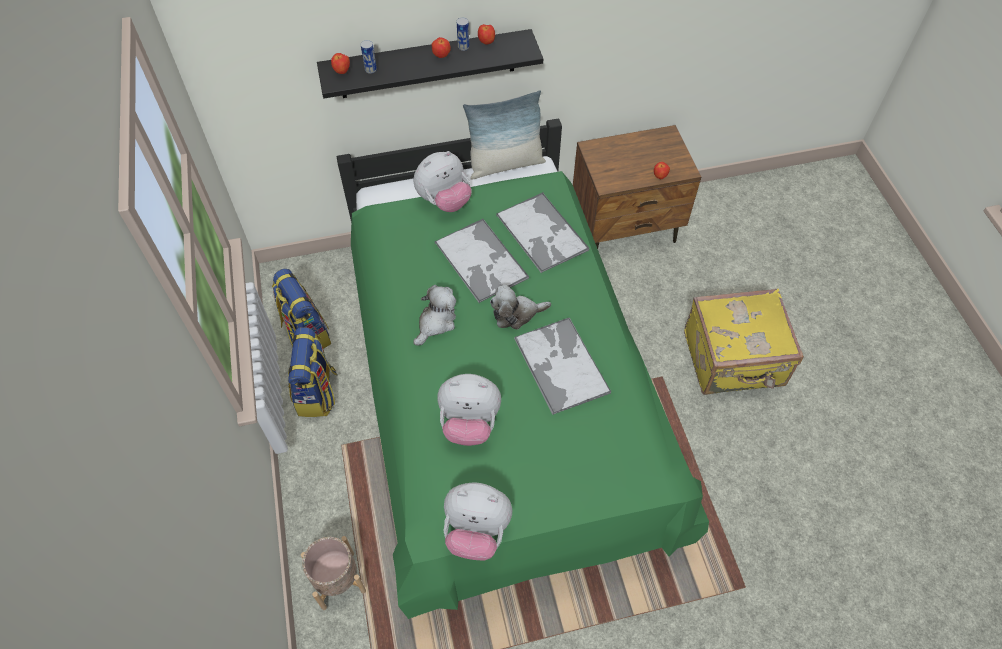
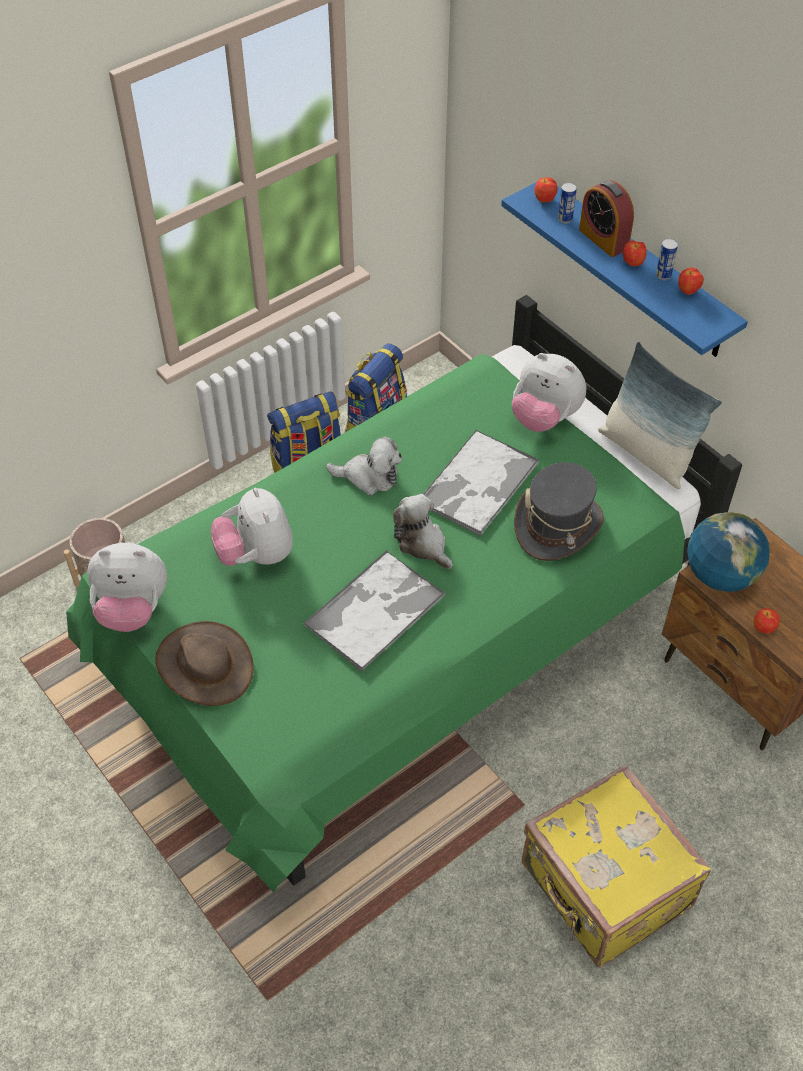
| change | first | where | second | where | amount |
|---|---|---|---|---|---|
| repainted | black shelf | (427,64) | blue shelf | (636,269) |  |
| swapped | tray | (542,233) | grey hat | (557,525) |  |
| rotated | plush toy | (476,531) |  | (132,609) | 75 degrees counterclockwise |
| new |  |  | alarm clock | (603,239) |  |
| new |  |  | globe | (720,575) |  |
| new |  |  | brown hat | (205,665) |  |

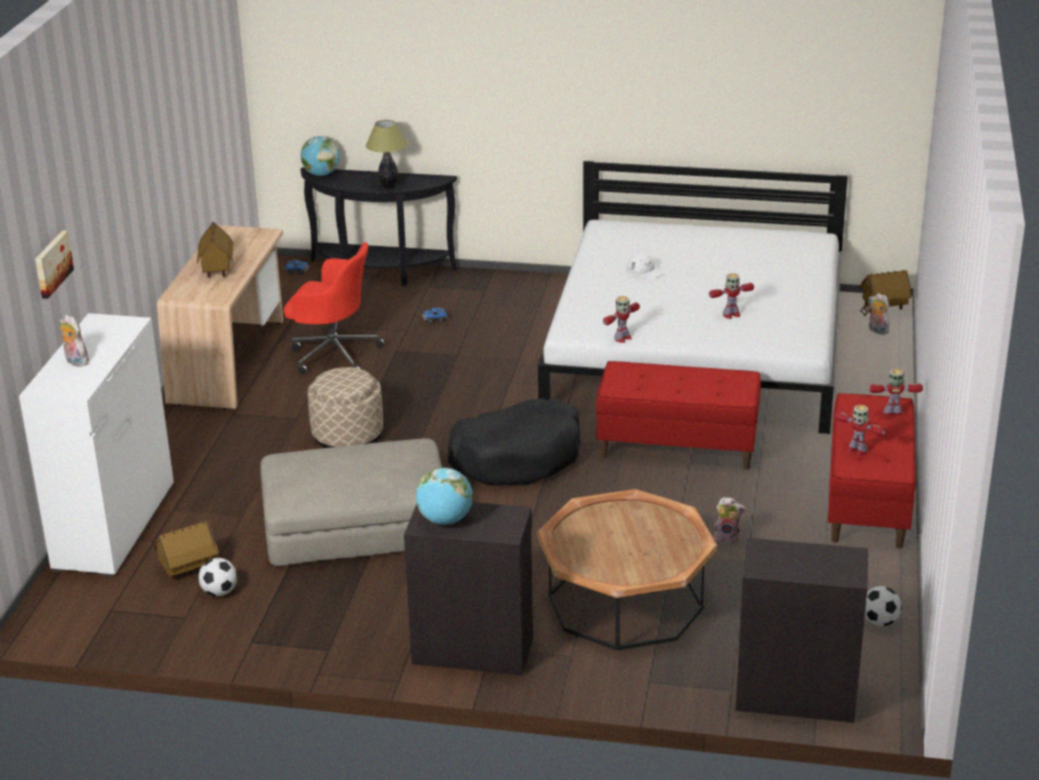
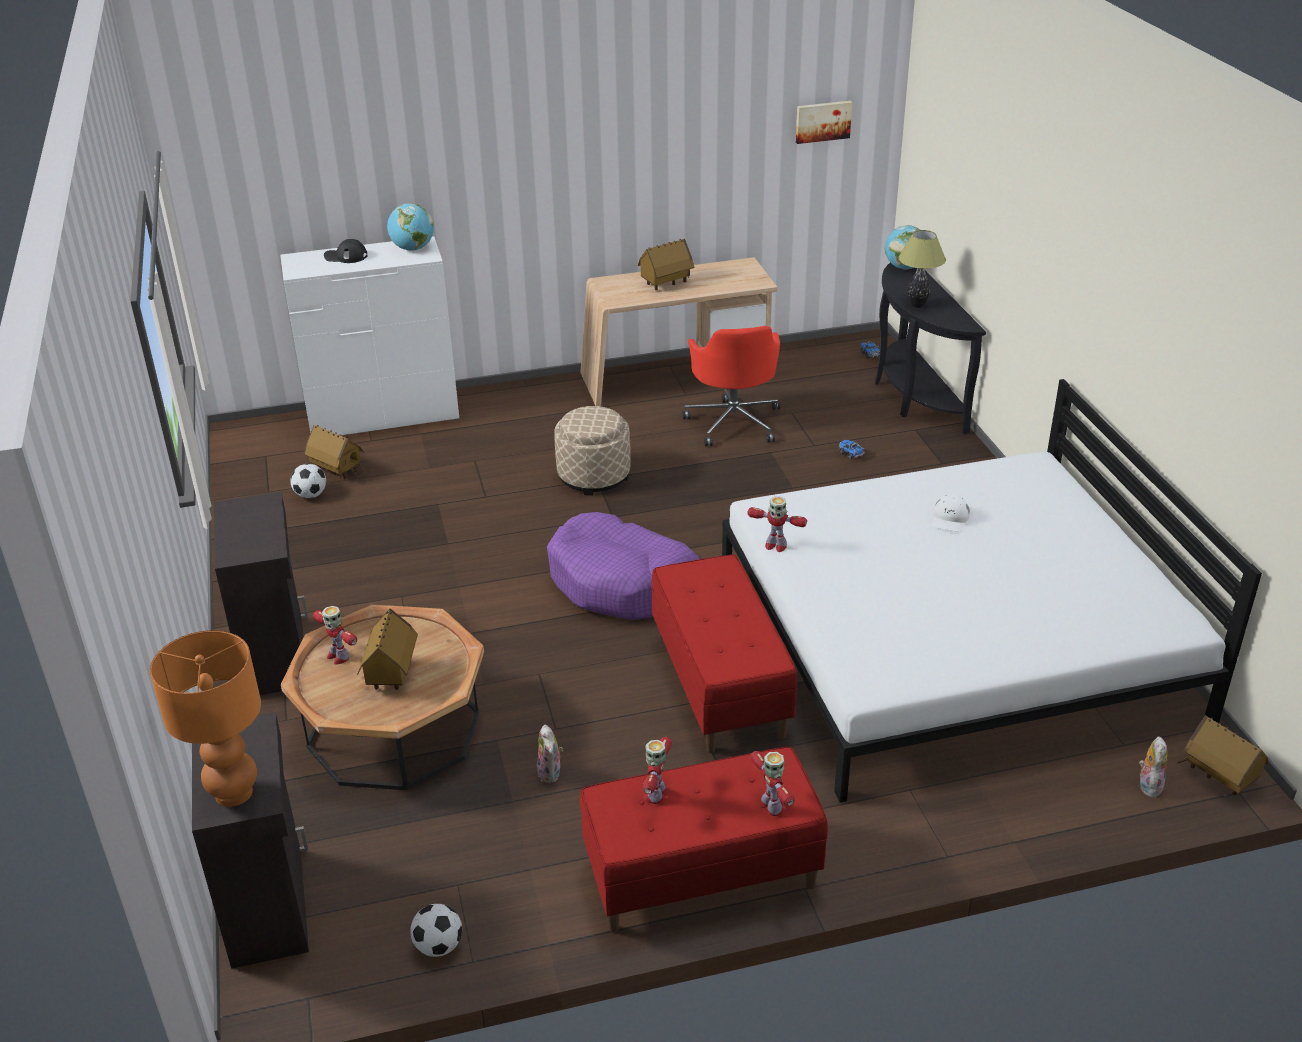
| change | first | where | second | where | amount |
|---|---|---|---|---|---|
| shifted | picture | (52,264) |  | (822,121) |  |
| shifted | toy robot | (731,315) |  | (338,656) |  |
| swapped | plush toy | (75,362) | black cap | (345,256) |  |
| repainted | black dog bed | (517,457) | purple dog bed | (622,583) |  |
| gone | beige ottoman | (356,523) |  |  |  |
| shifted | globe | (445,520) |  | (412,249) |  |
| new |  |  | toy house | (390,674) |  |
| new |  |  | orange table lamp | (233,793) |  |

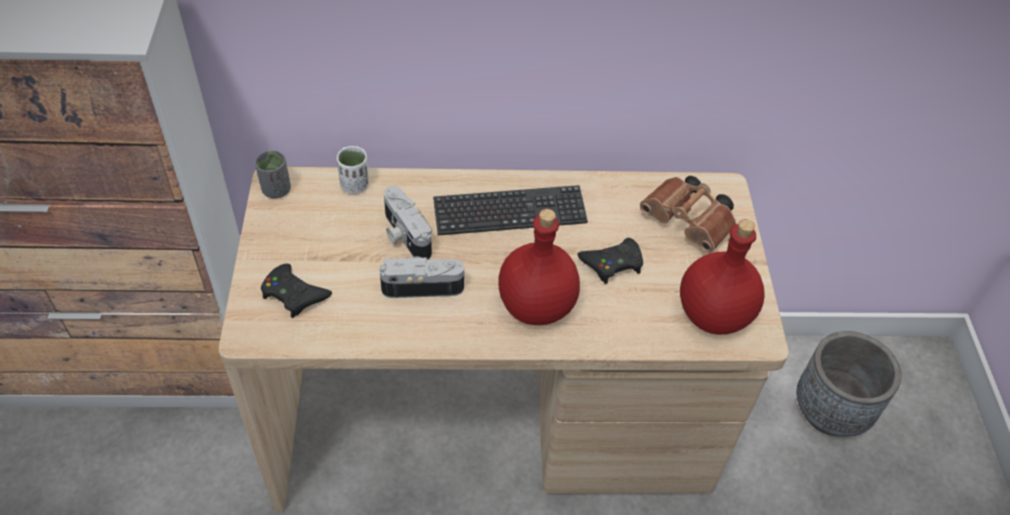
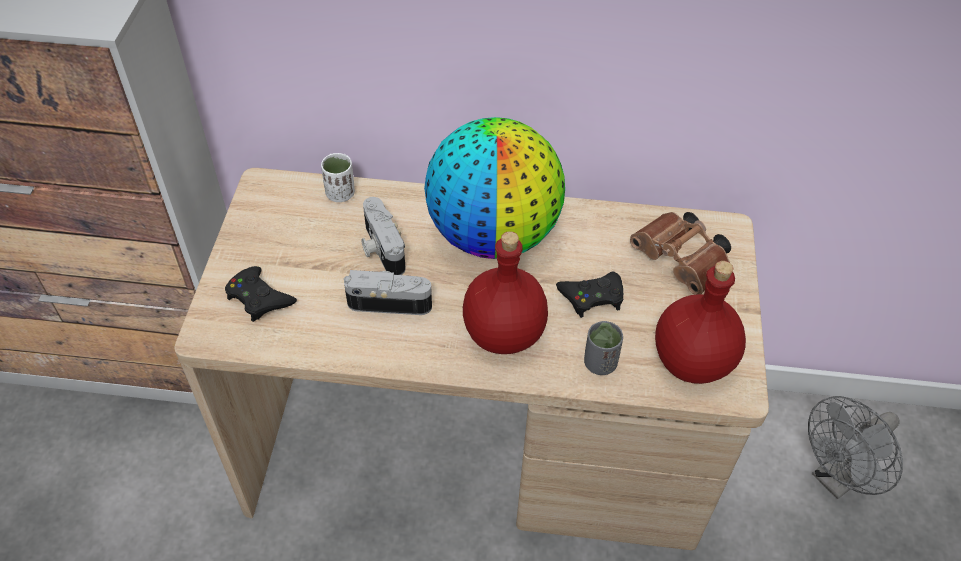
| change | first | where | second | where | amount |
|---|---|---|---|---|---|
| shifted | grey cup | (276,190) |  | (600,363) |  |
| swapped | keyboard | (509,213) | globe | (493,235) |  |
| swapped | grey planter | (830,411) | grey fan | (837,478) |  |

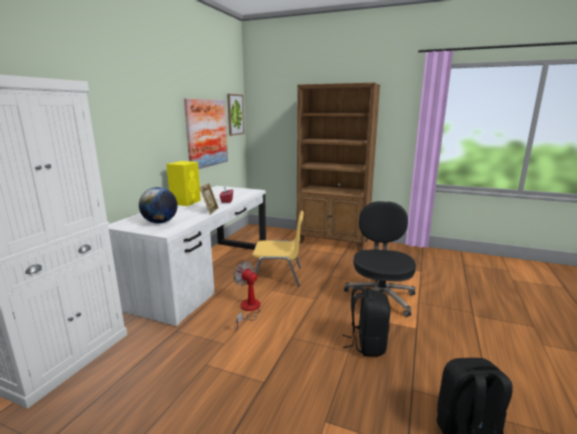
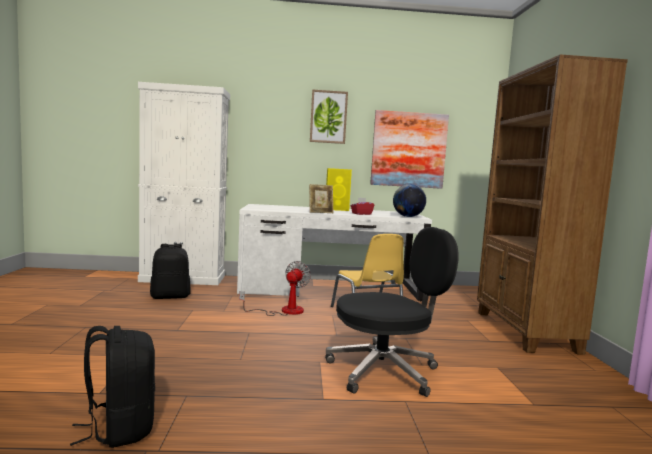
| change | first | where | second | where | amount |
|---|---|---|---|---|---|
| shifted | picture | (235,114) |  | (328,117) |  |
| shifted | globe | (160,222) |  | (408,216) |  |
| shifted | black backpack | (366,344) |  | (170,296) |  |

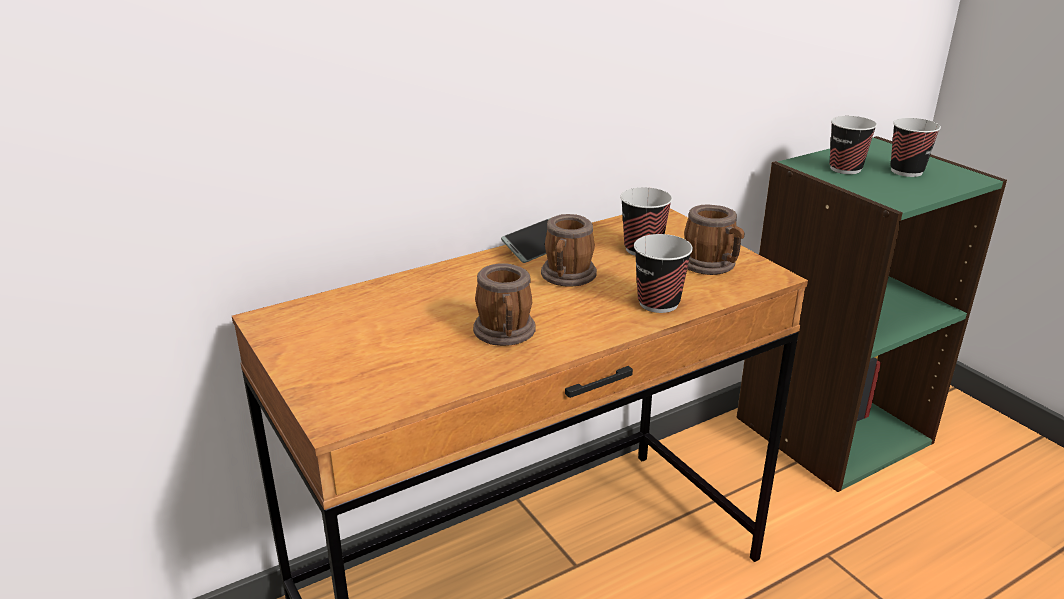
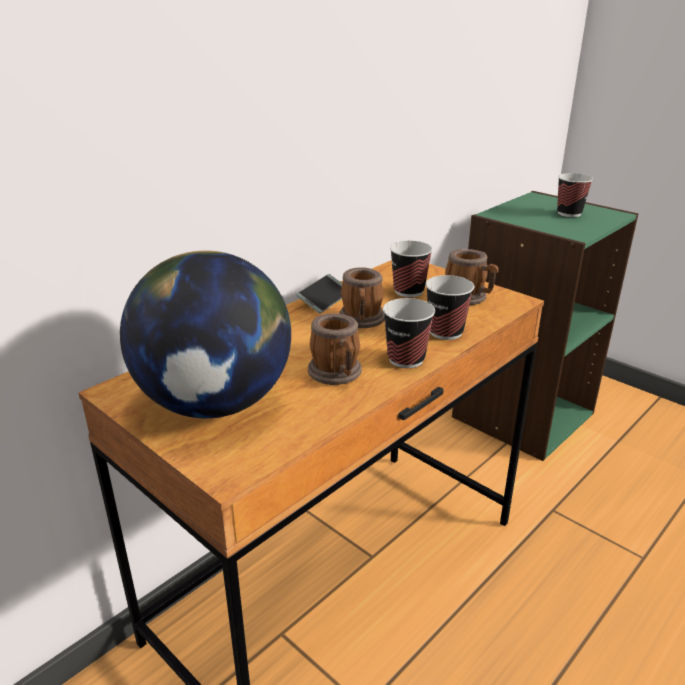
| change | first | where | second | where | amount |
|---|---|---|---|---|---|
| shifted | cup | (845,169) |  | (406,359) |  |
| new |  |  | globe | (215,404) |  |

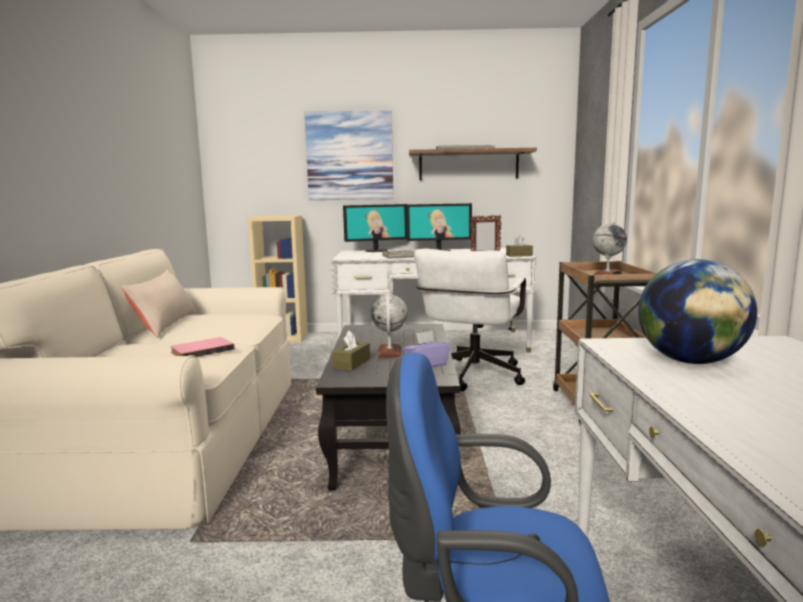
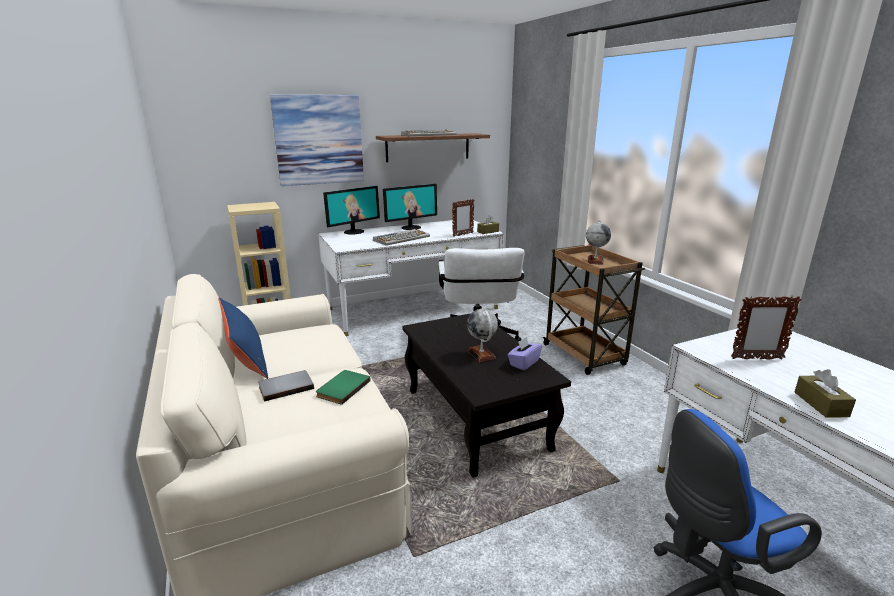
| change | first | where | second | where | amount |
|---|---|---|---|---|---|
| swapped | globe | (690,361) | picture frame | (756,359) |  |
| repainted | beige pillow | (165,324) | blue pillow | (245,357) |  |
| shifted | brown tissue box | (351,363) |  | (821,404) |  |
| repainted | pink book | (201,350) | green book | (342,388) |  |
| new |  |  | grey book | (285,386) |  |

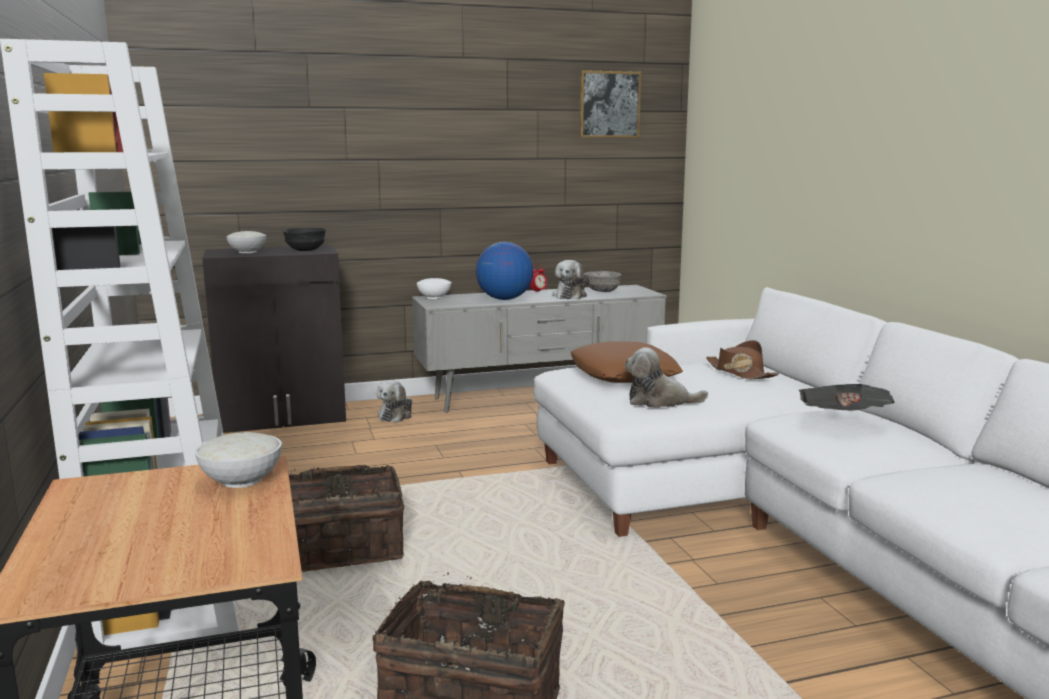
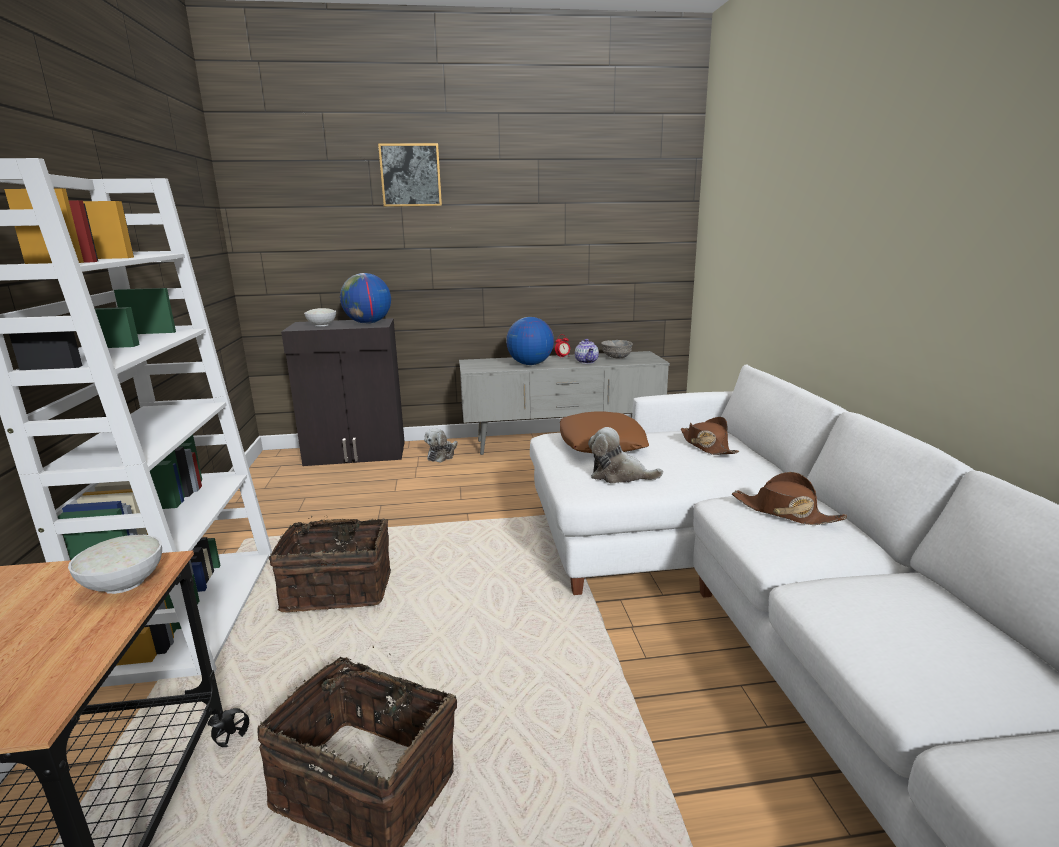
| change | first | where | second | where | amount |
|---|---|---|---|---|---|
| shifted | picture | (609,104) |  | (410,175) |  |
| swapped | black bowl | (306,250) | globe | (368,323) |  |
| swapped | plush toy | (570,296) | teapot | (587,362) |  |
| gone | white bowl | (435,297) |  |  |  |
| swapped | newspaper | (843,422) | brown hat | (784,512) |  |

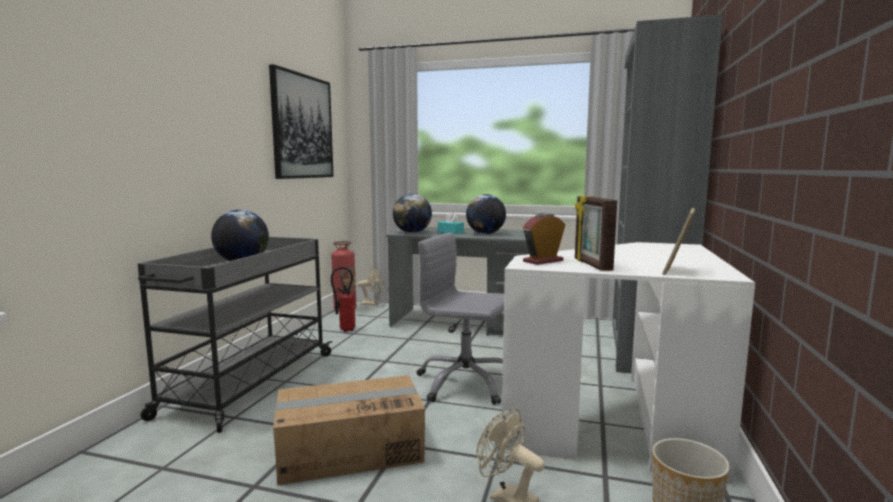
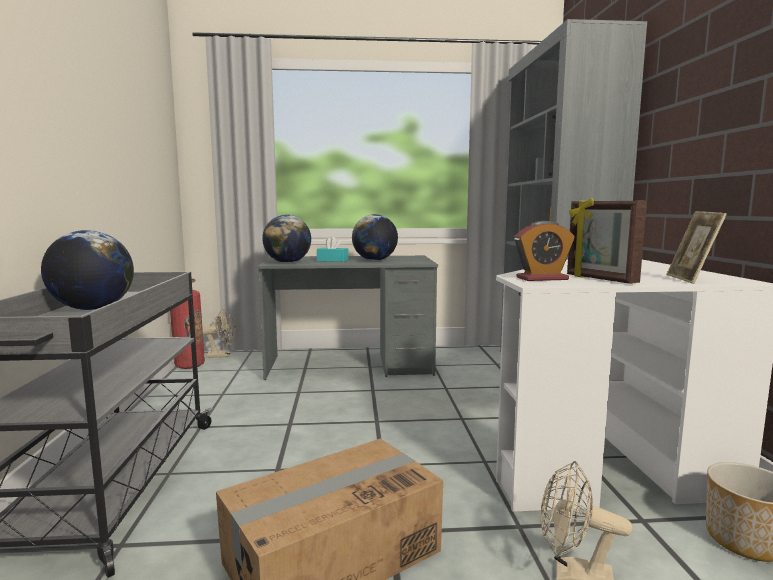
| change | first | where | second | where | amount |
|---|---|---|---|---|---|
| gone | picture | (302,127) |  |  |  |
| rotated | alarm clock | (543,261) |  | (542,278) | 135 degrees counterclockwise |
| gone | grey office chair | (465,383) |  |  |  |
| gone | fire extinguisher | (344,330) |  |  |  |

